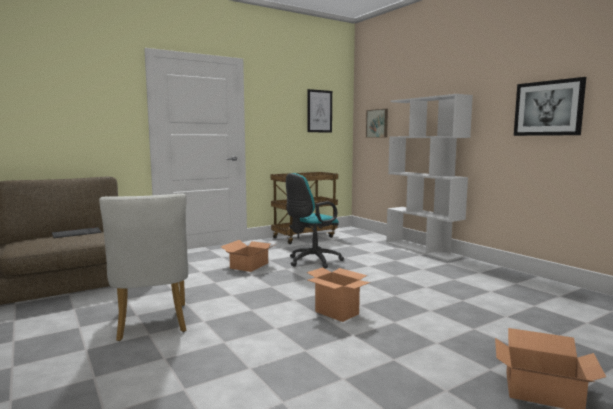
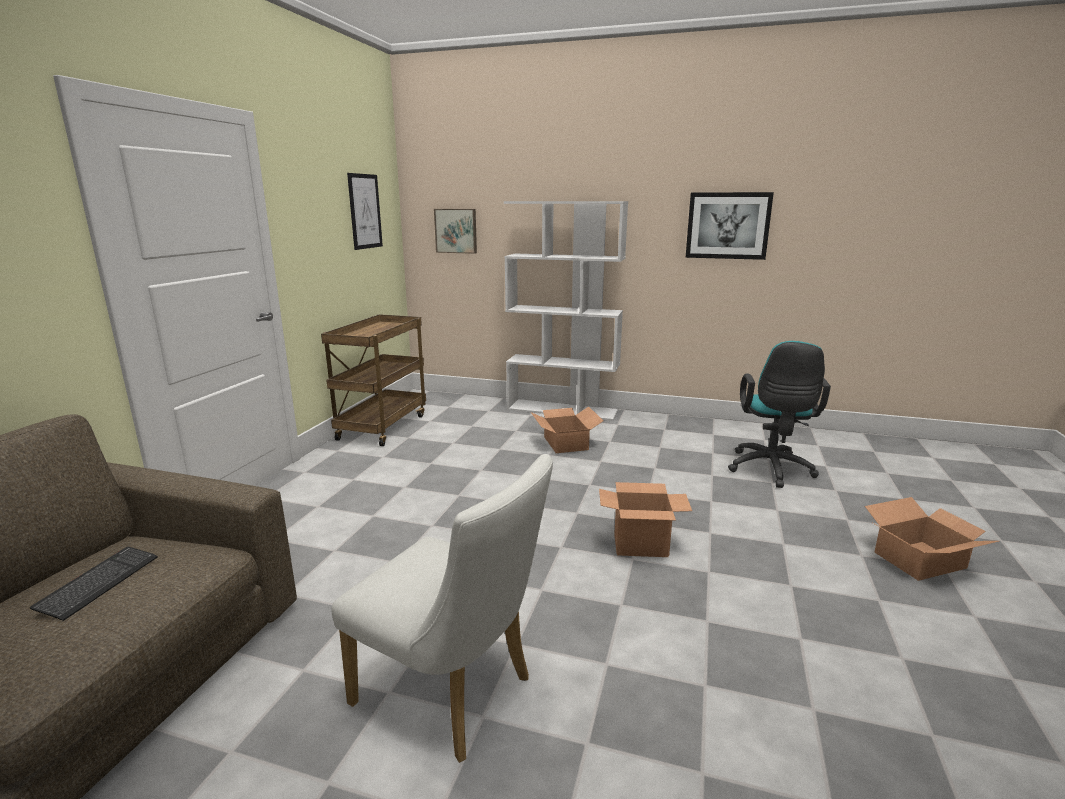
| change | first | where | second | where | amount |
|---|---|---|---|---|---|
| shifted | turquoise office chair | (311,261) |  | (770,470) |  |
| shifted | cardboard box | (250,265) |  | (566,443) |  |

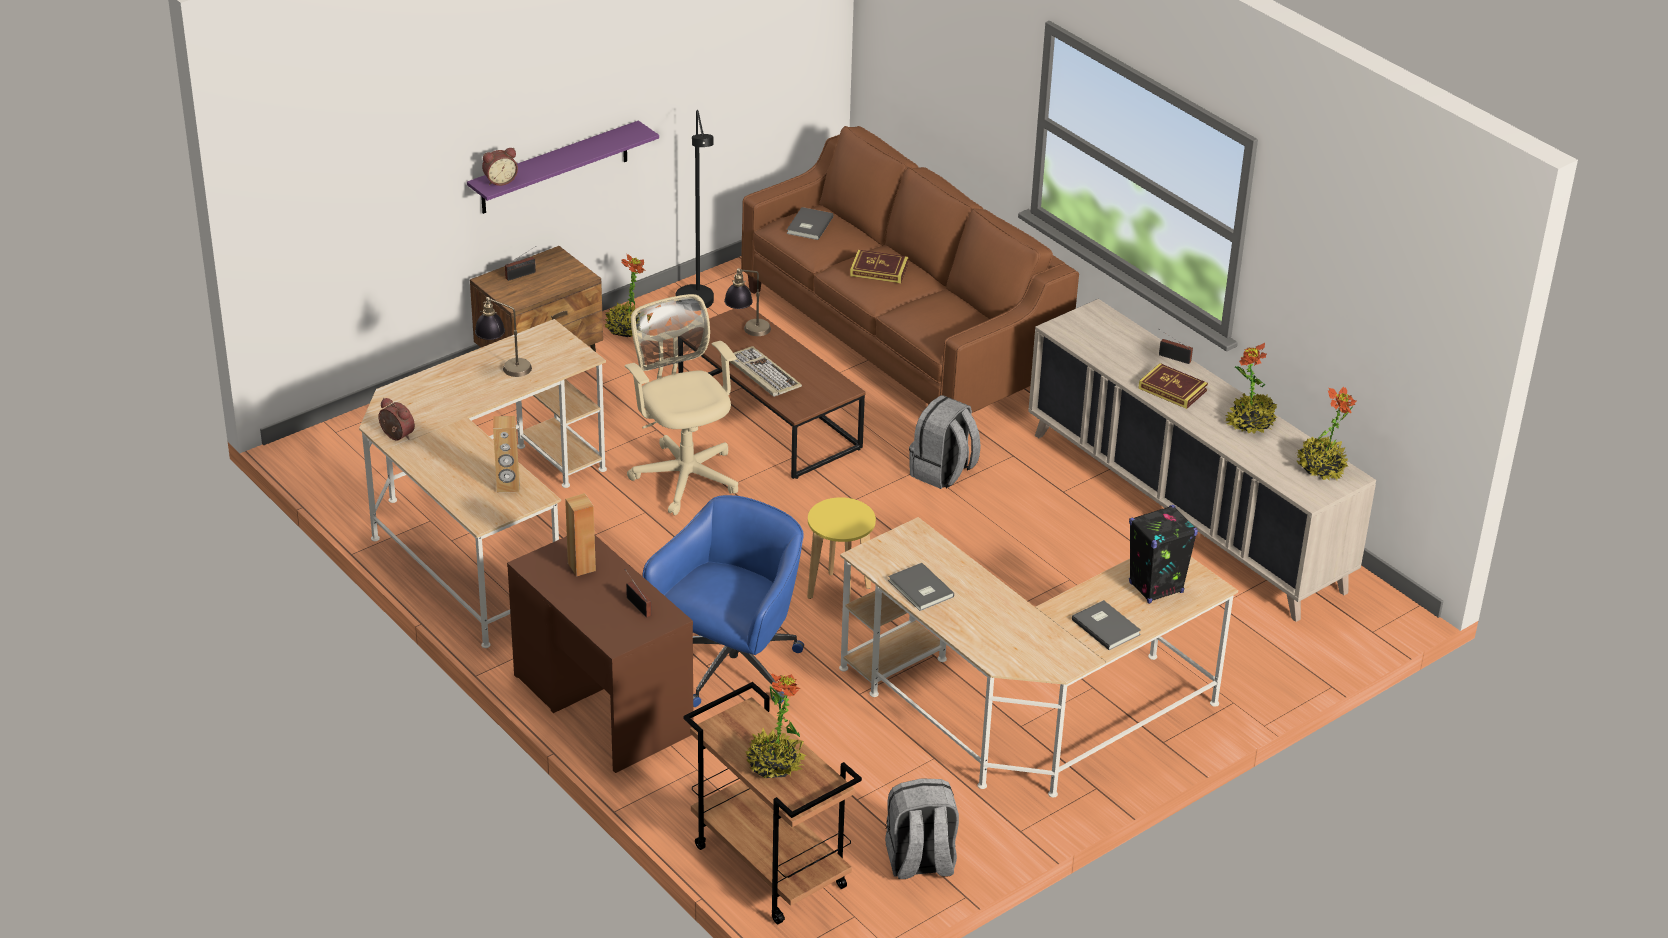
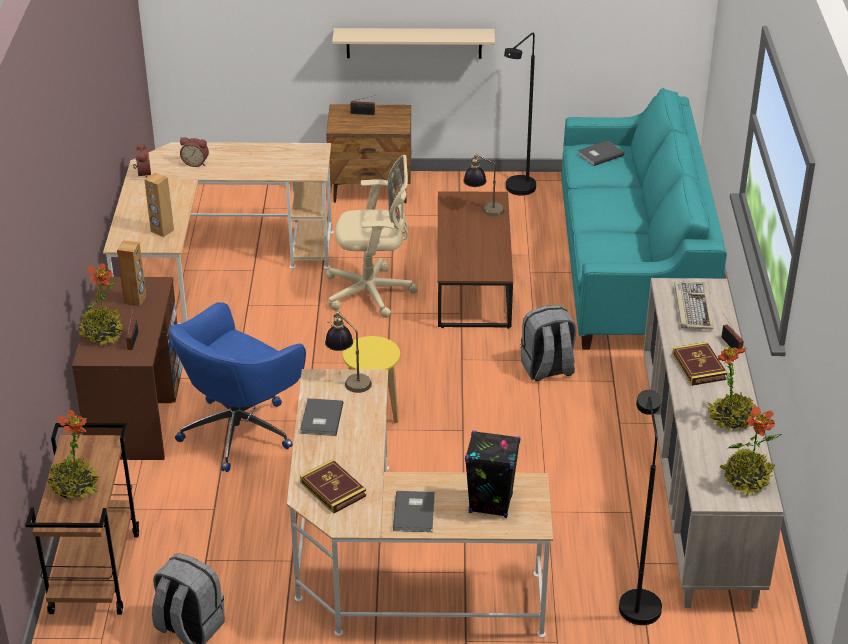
| change | first | where | second | where | amount |
|---|---|---|---|---|---|
| repainted | purple shelf | (554,168) | beige shelf | (414,43) |  |
| repainted | brown sofa | (901,339) | turquoise sofa | (631,268) |  |
| shifted | alarm clock | (500,180) |  | (196,163) |  |
| shifted | book | (879,270) |  | (333,489) |  |
| shifted | potted plant | (627,329) |  | (102,334) |  |
| rotated | beige office chair | (684,474) |  | (373,292) | 75 degrees clockwise |
| shifted | table lamp | (504,368) |  | (349,379) |  |
| shifted | keyboard | (762,374) |  | (692,307) |  |
| rotated | blue office chair | (730,669) |  | (240,430) | 150 degrees clockwise |
| new |  |  | black floor lamp | (636,600) |  |

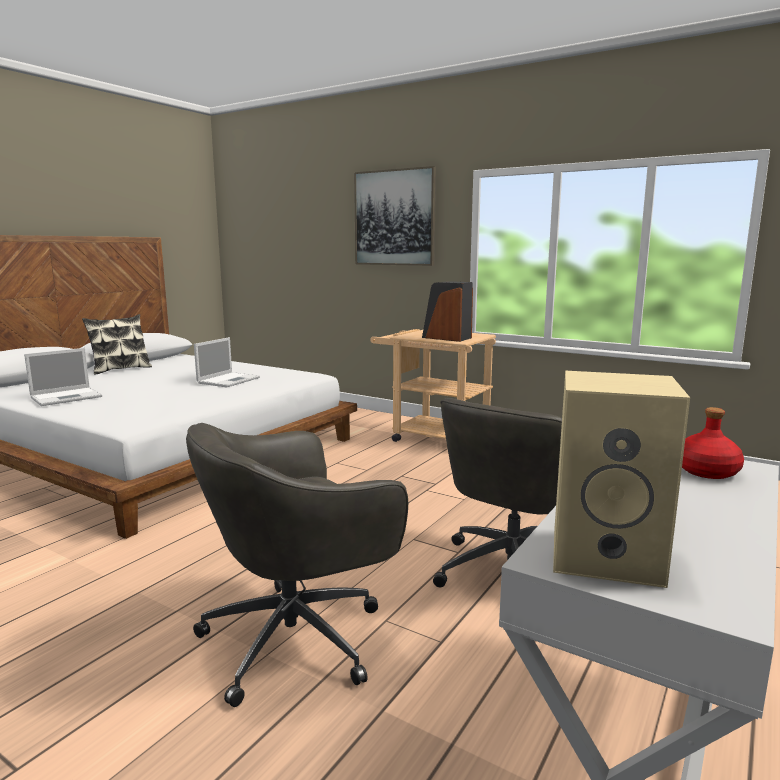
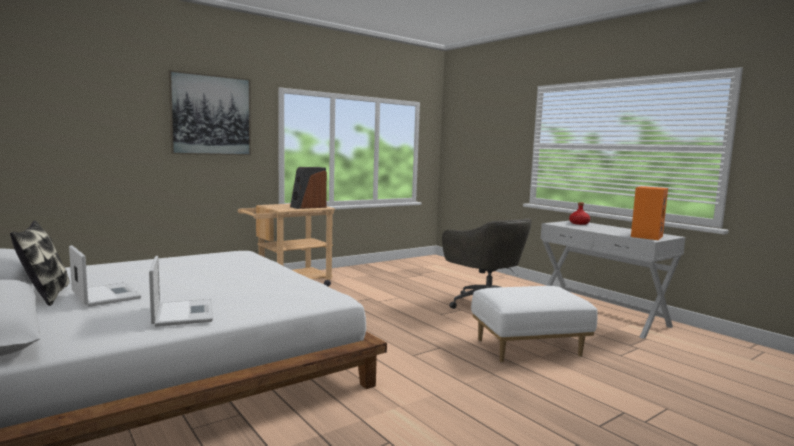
| change | first | where | second | where | amount |
|---|---|---|---|---|---|
| shifted | laptop | (229,380) |  | (105,295) |  |
| repainted | beige speaker | (608,556) | orange speaker | (646,236) |  |
| swapped | grey office chair | (298,637) | white ottoman | (528,349) |  |

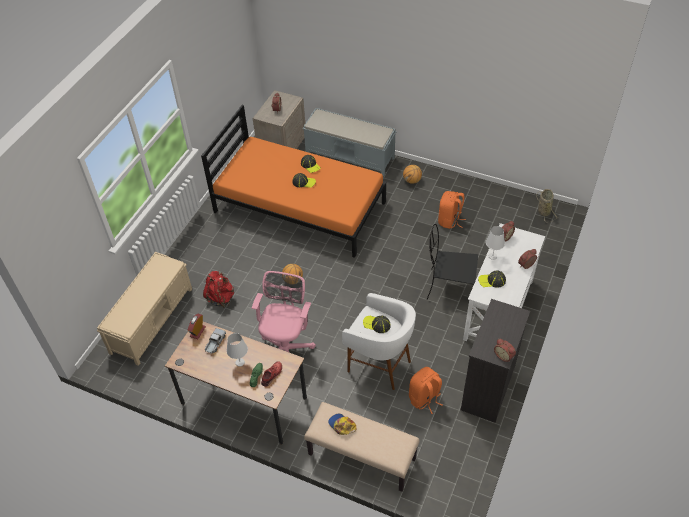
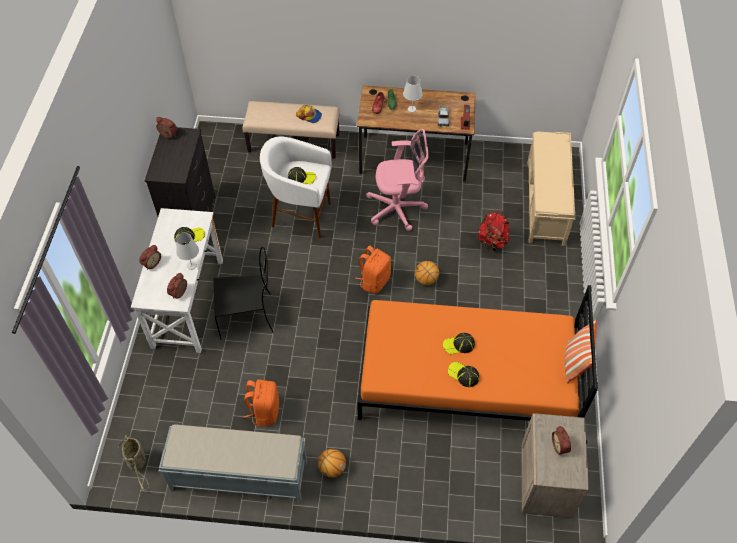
| change | first | where | second | where | amount |
|---|---|---|---|---|---|
| shifted | grey bench | (350,156) |  | (238,475) |  |
| rotated | pink office chair | (286,348) |  | (398,209) | 90 degrees counterclockwise |
| shifted | orange backpack | (424,398) |  | (374,281) |  |
| new |  |  | pillow | (574,363) |  |

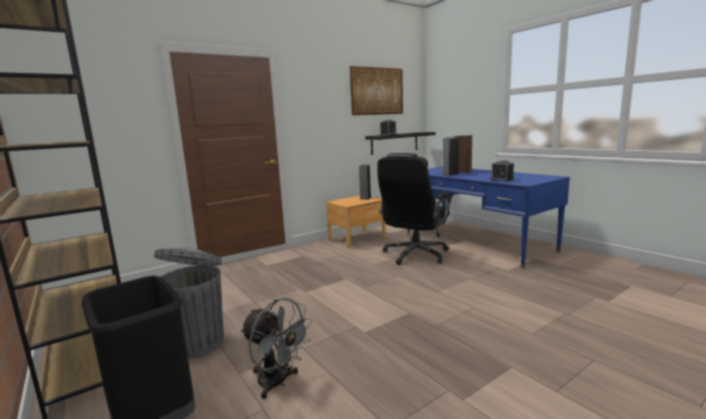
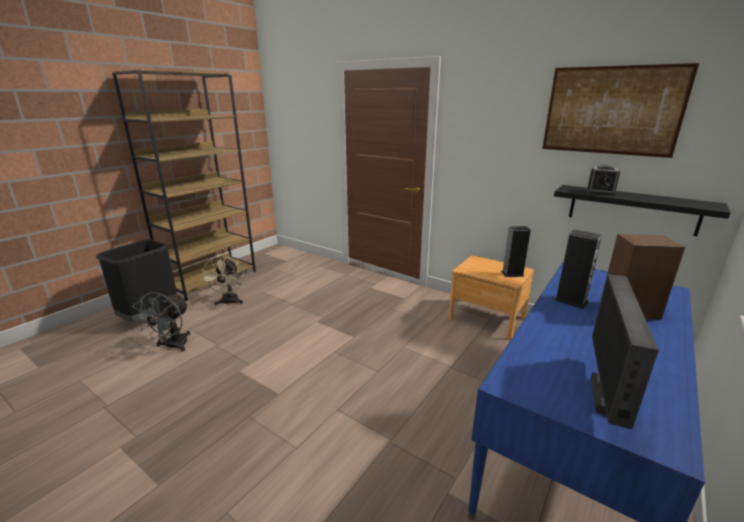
| change | first | where | second | where | amount |
|---|---|---|---|---|---|
| gone | black office chair | (415,255) |  |  |  |
| gone | alarm clock | (501,179) |  |  |  |
| swapped | grey trash can | (200,343) | beige fan | (229,303) |  |
| new |  |  | monitor | (605,397) |  |

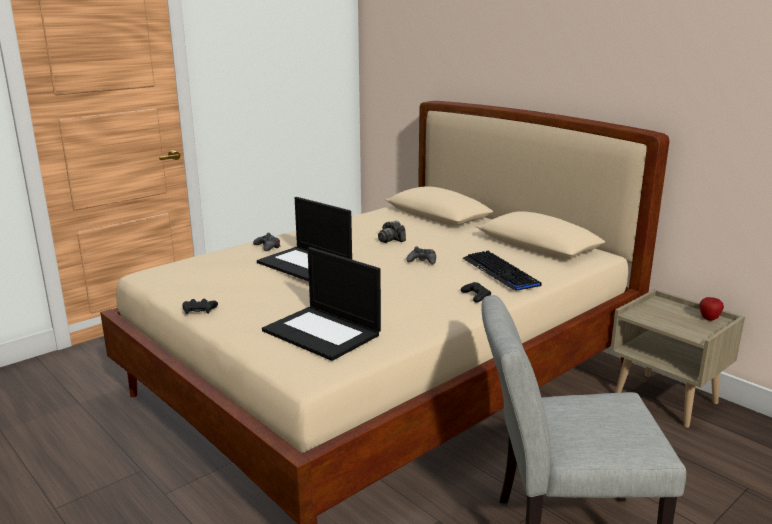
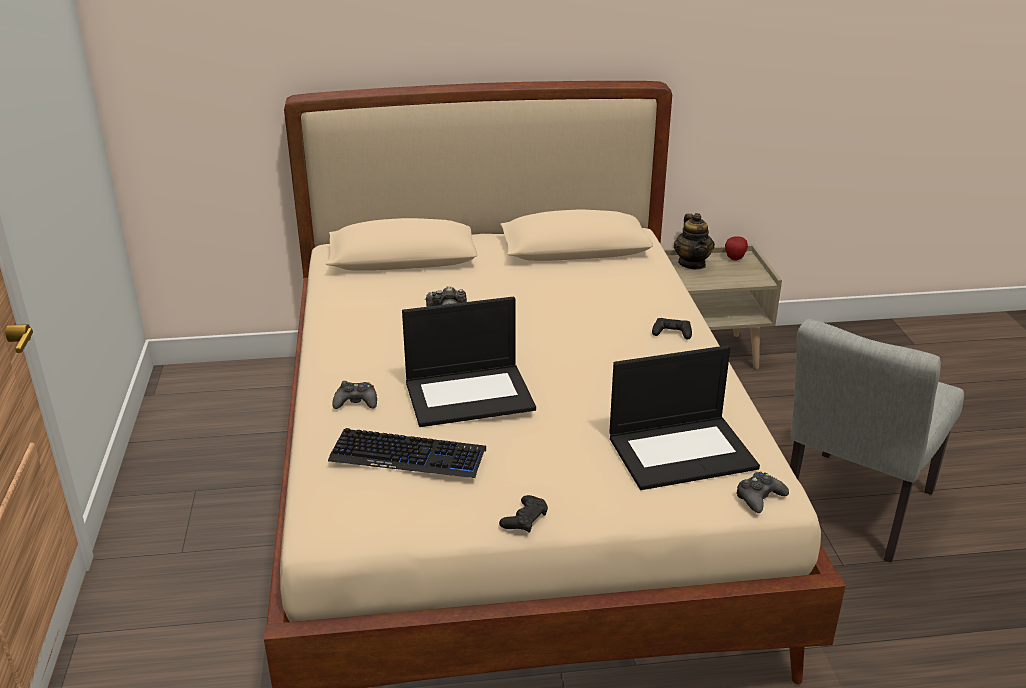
| change | first | where | second | where | amount |
|---|---|---|---|---|---|
| shifted | black game controller | (422,261) |  | (759,497) |  |
| shifted | keyboard | (500,272) |  | (408,456) |  |
| new |  |  | teapot | (692,264) |  |

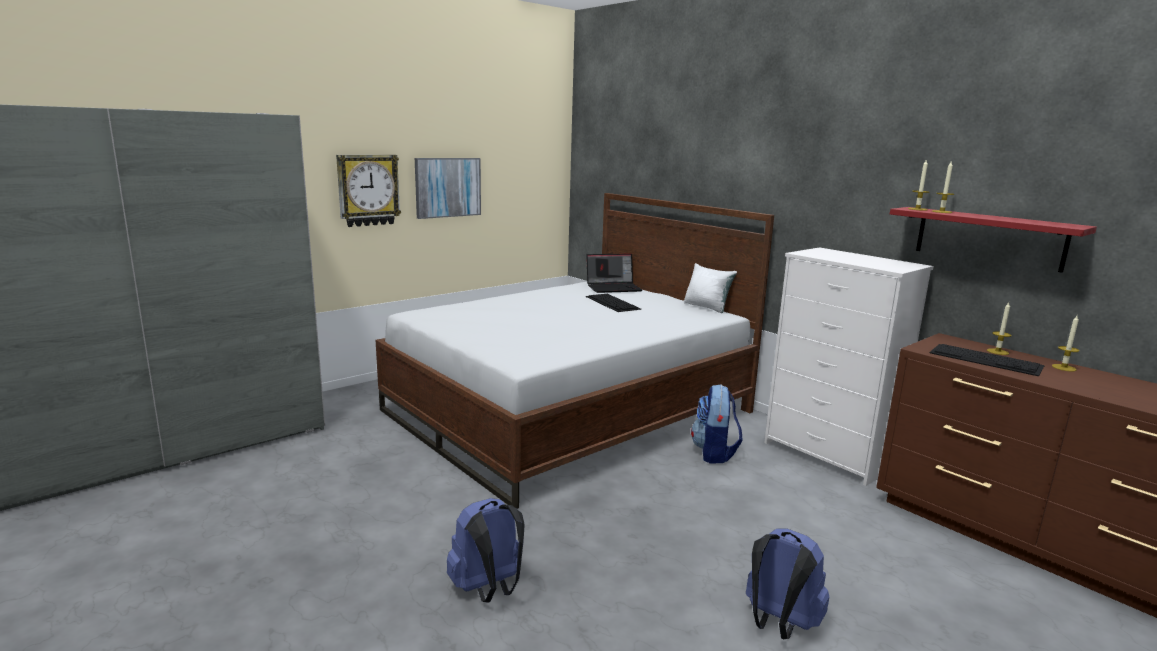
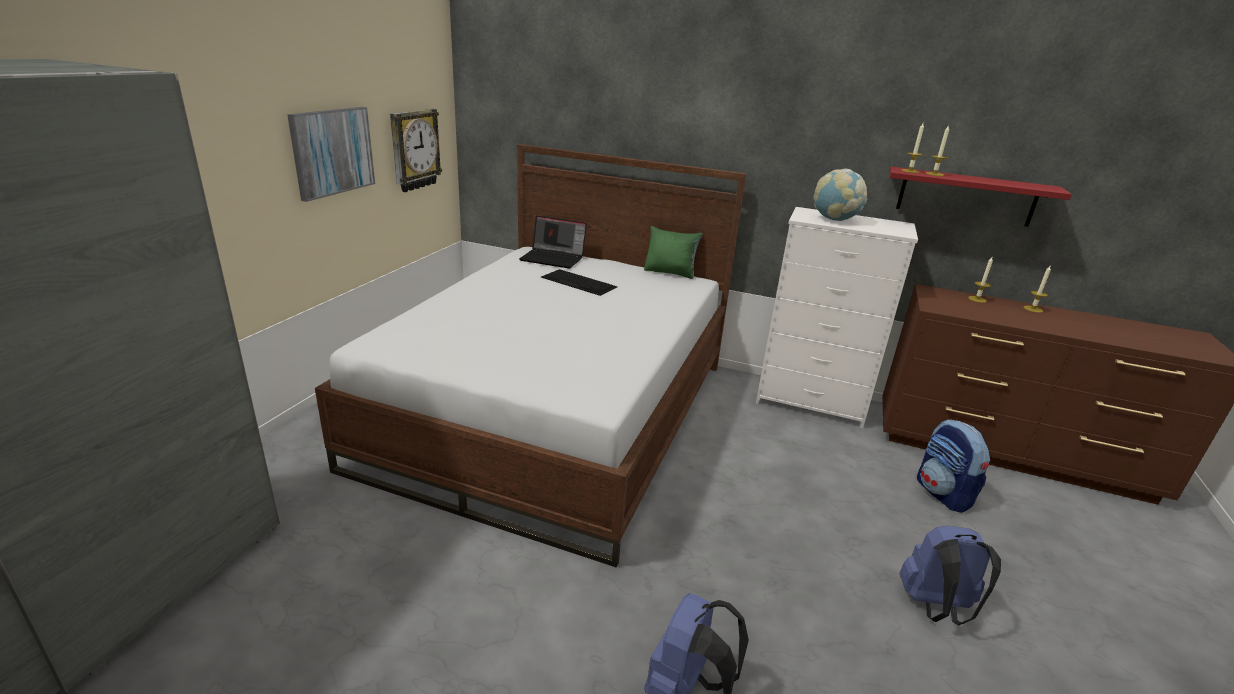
| change | first | where | second | where | amount |
|---|---|---|---|---|---|
| shifted | wall clock | (368,190) |  | (414,150) |  |
| rotated | laptop | (614,288) |  | (553,258) | 60 degrees clockwise |
| repainted | white pillow | (707,307) | green pillow | (670,272) |  |
| gone | keyboard | (986,359) |  |  |  |
| shifted | backpack | (714,453) |  | (943,494) |  |
| new |  |  | globe | (834,220) |  |

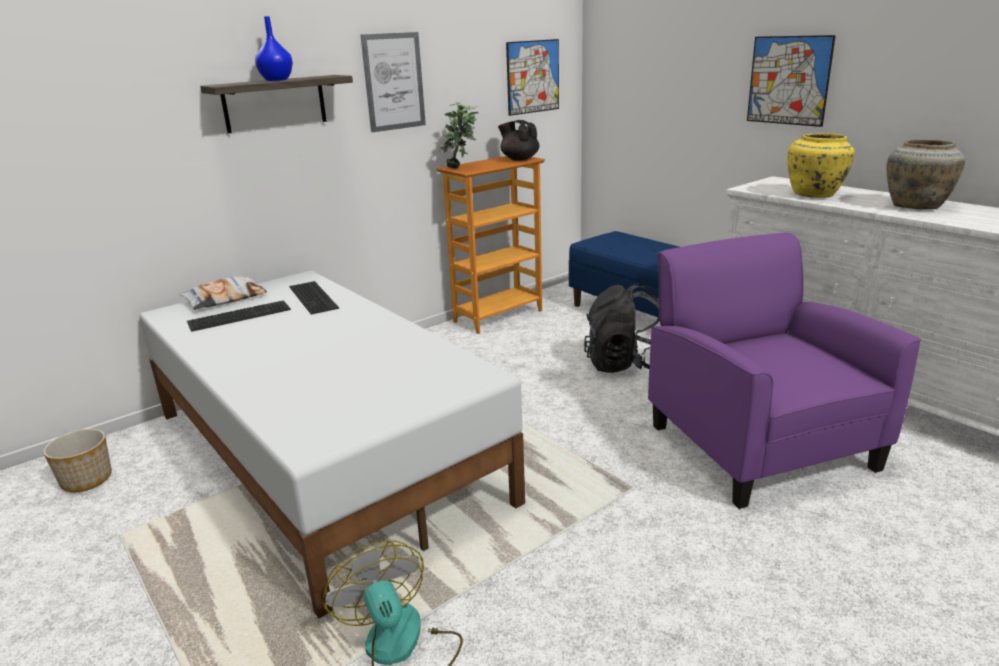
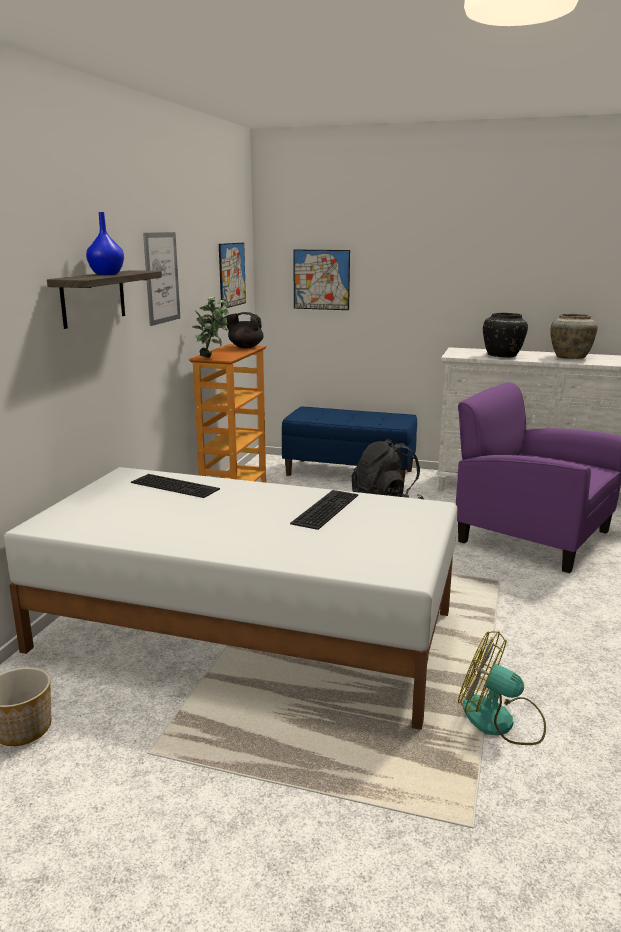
| change | first | where | second | where | amount |
|---|---|---|---|---|---|
| shifted | picture | (788,80) |  | (321,279) |  |
| repainted | yellow vase | (815,195) | black vase | (503,356) |  |
| gone | pillow | (225,299) |  |  |  |
| shifted | keyboard | (240,315) |  | (324,508) |  |

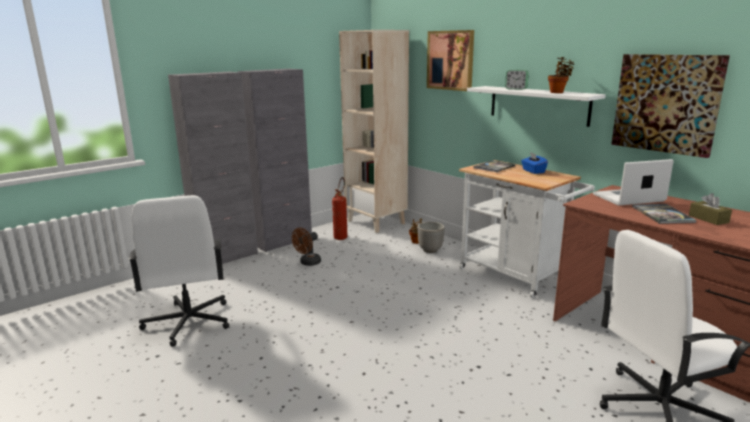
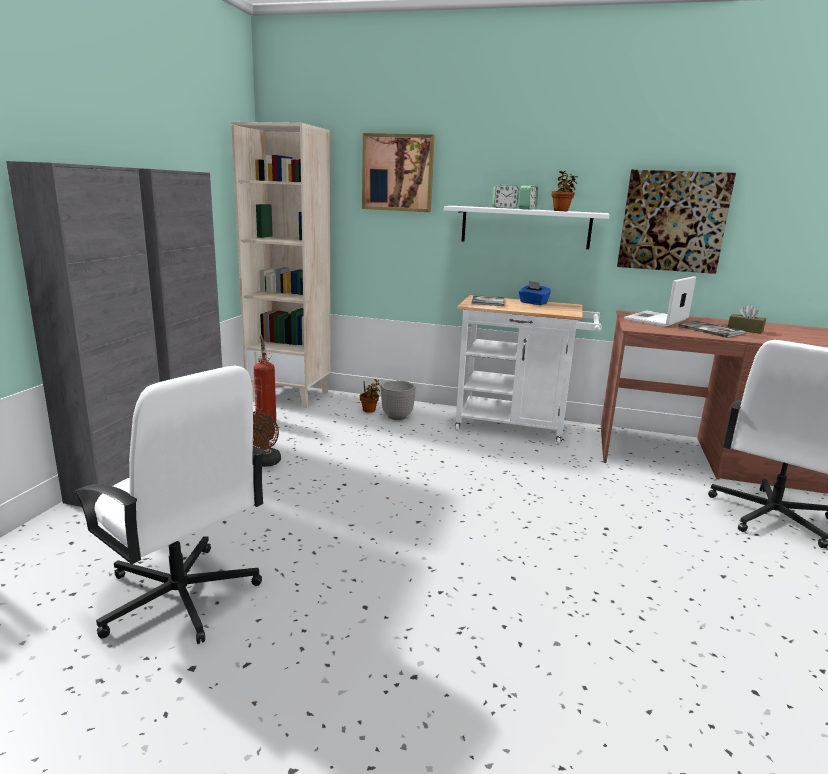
| change | first | where | second | where | amount |
|---|---|---|---|---|---|
| new |  |  | alarm clock | (527,209) |  |

